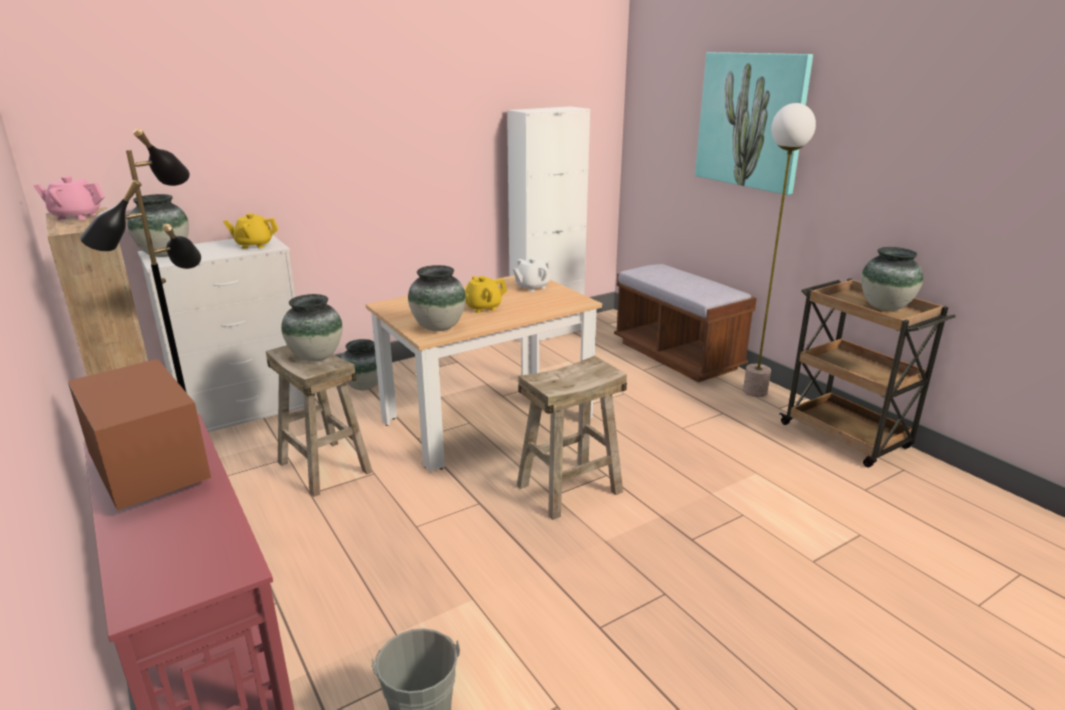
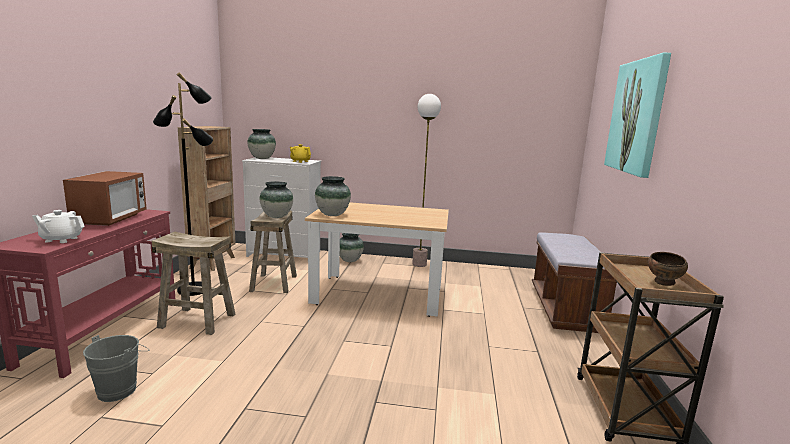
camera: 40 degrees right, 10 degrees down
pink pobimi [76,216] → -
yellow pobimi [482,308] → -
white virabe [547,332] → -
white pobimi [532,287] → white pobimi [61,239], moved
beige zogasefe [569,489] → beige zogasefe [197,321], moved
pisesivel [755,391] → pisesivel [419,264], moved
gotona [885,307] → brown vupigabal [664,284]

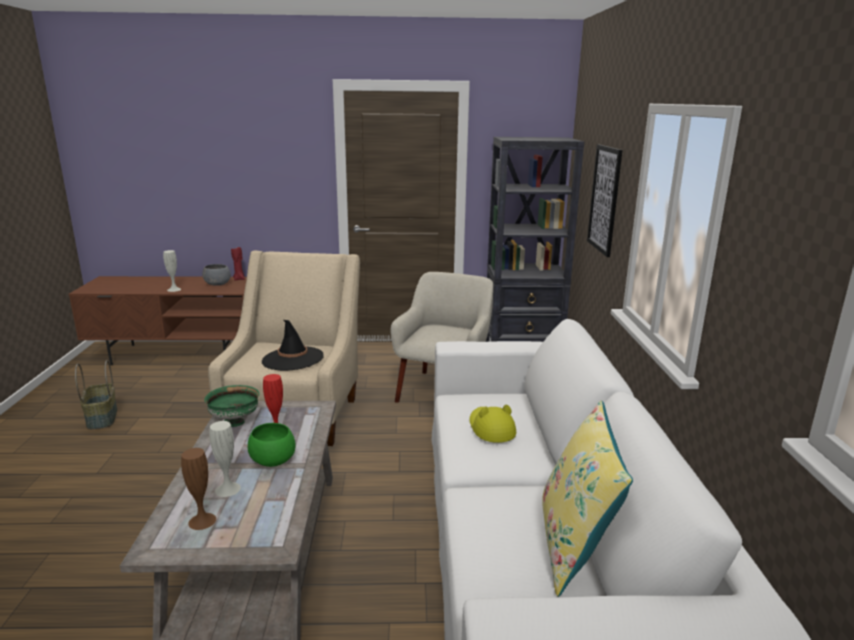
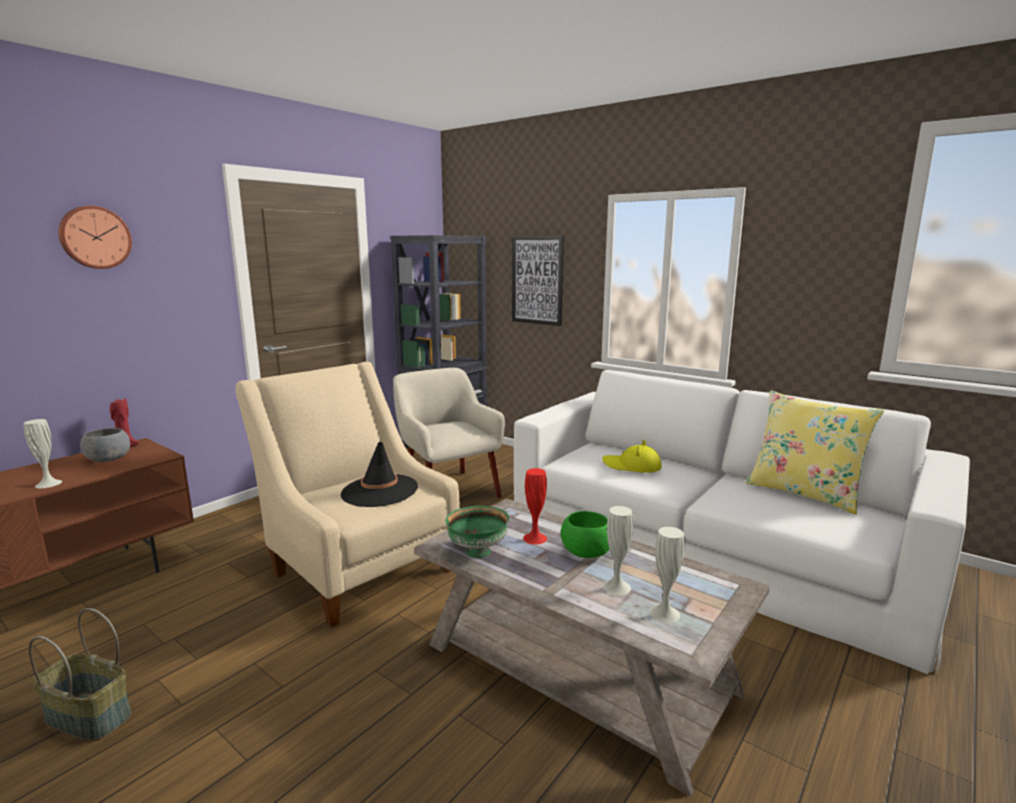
camera: 50 degrees left, 5 degrees down
- → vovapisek [95,237]
brown gotona [202,521] → white gotona [664,613]

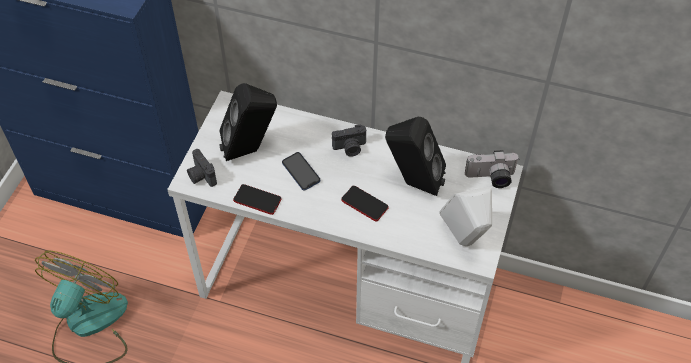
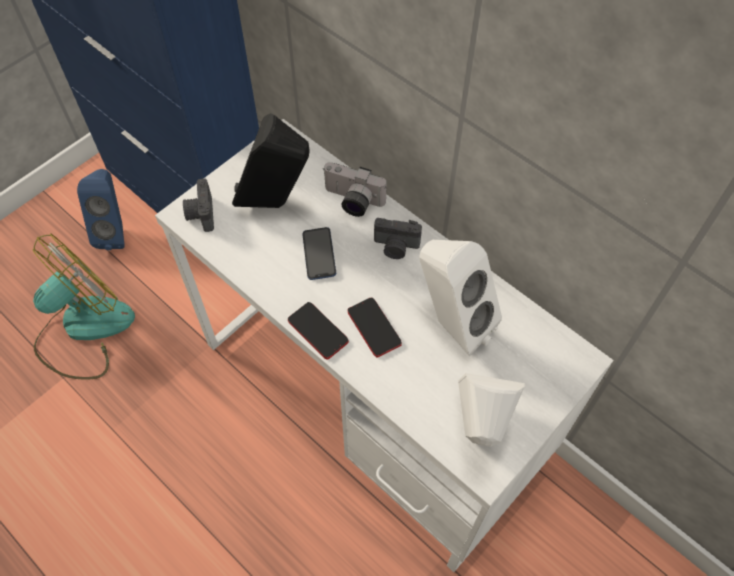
camera: 25 degrees right, 5 degrees up
- → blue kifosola [116,232]
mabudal [257,200] → mabudal [318,331], moved
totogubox [491,178] → totogubox [352,201], moved
black kifosola [413,182] → white kifosola [451,324]

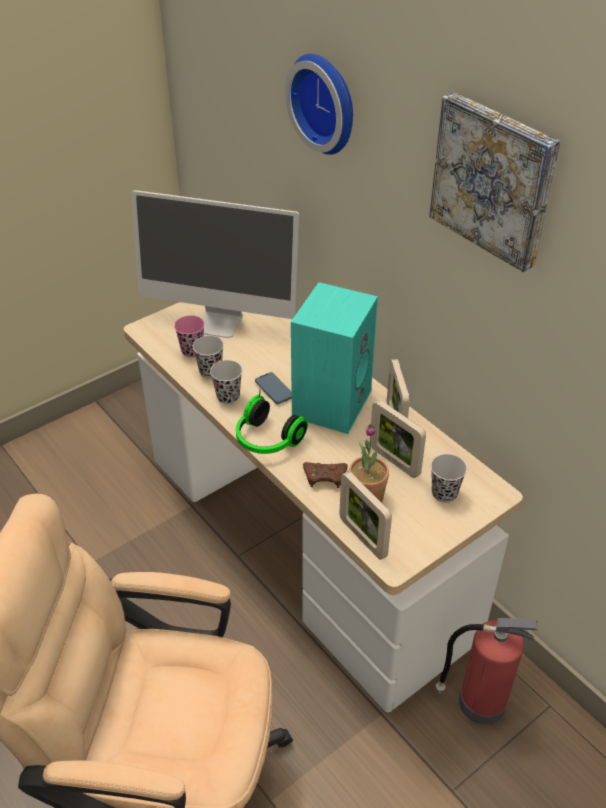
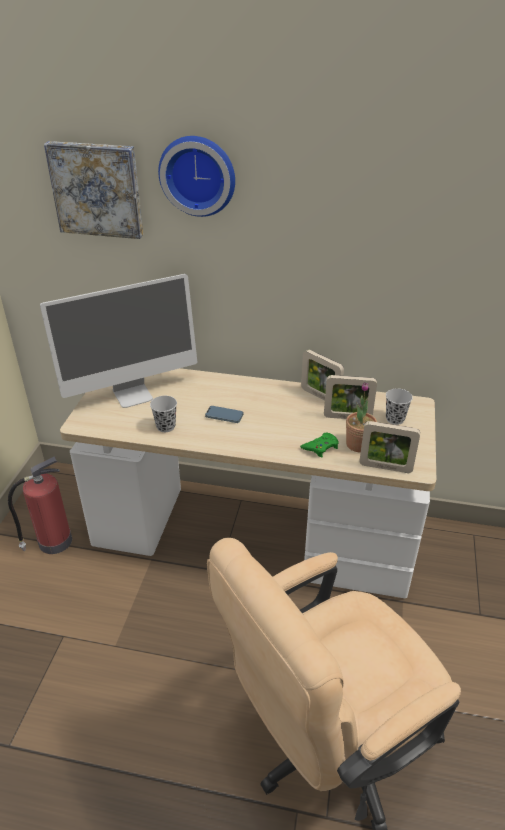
camera: 40 degrees left, 5 degrees down
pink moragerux [192,350] → -
black moragerux [228,396] → -
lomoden [266,440] → -
turquoise kifosola [331,402] → -
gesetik [494,180] → gesetik [97,189], moved
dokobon [479,702] → dokobon [53,542], moved
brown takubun [325,476] → green takubun [321,447]

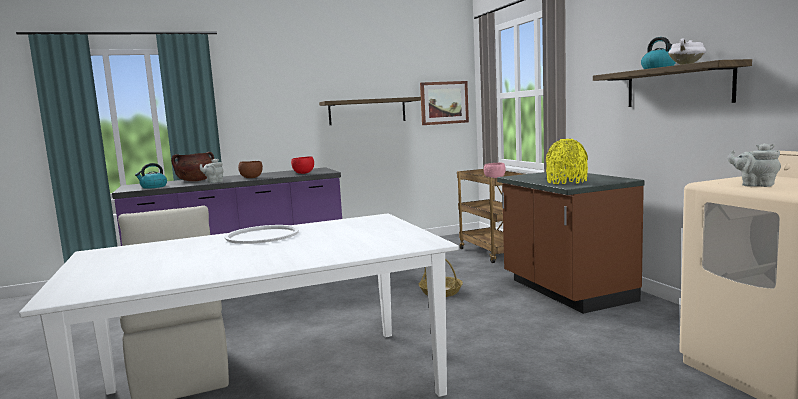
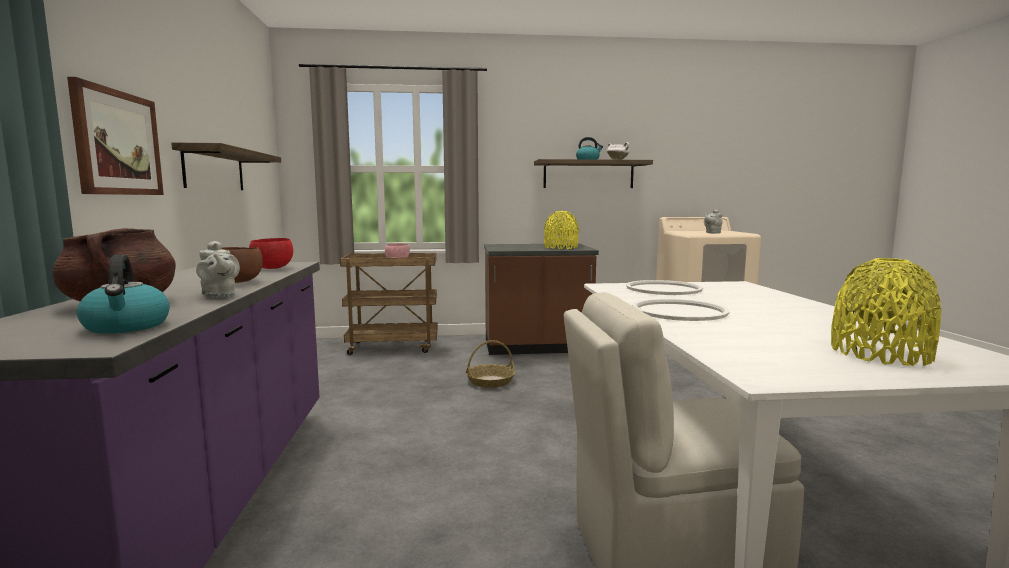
camera: 75 degrees left, 0 degrees up
- → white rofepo [663,289]
- → yellow gotona [880,354]
gesetik [444,103] → gesetik [117,143], moved

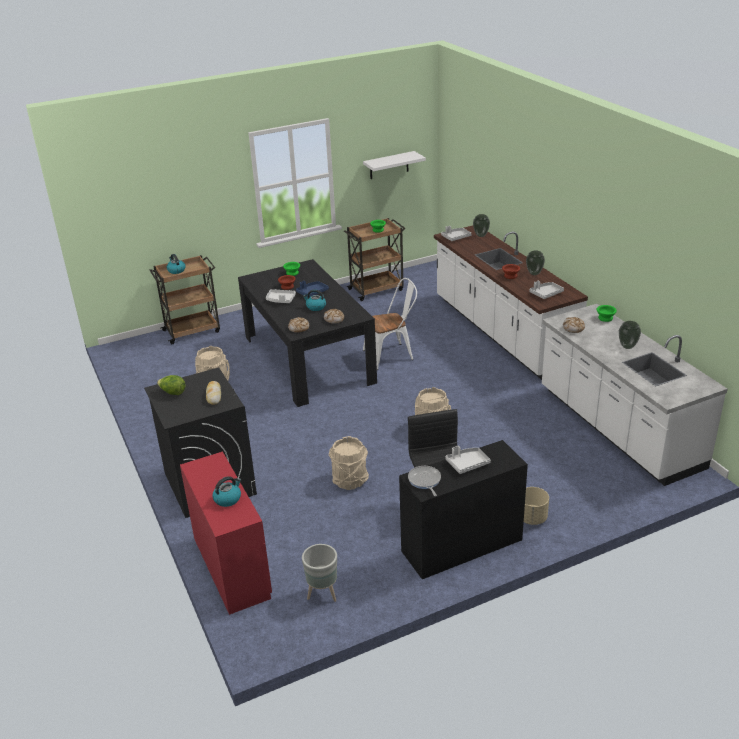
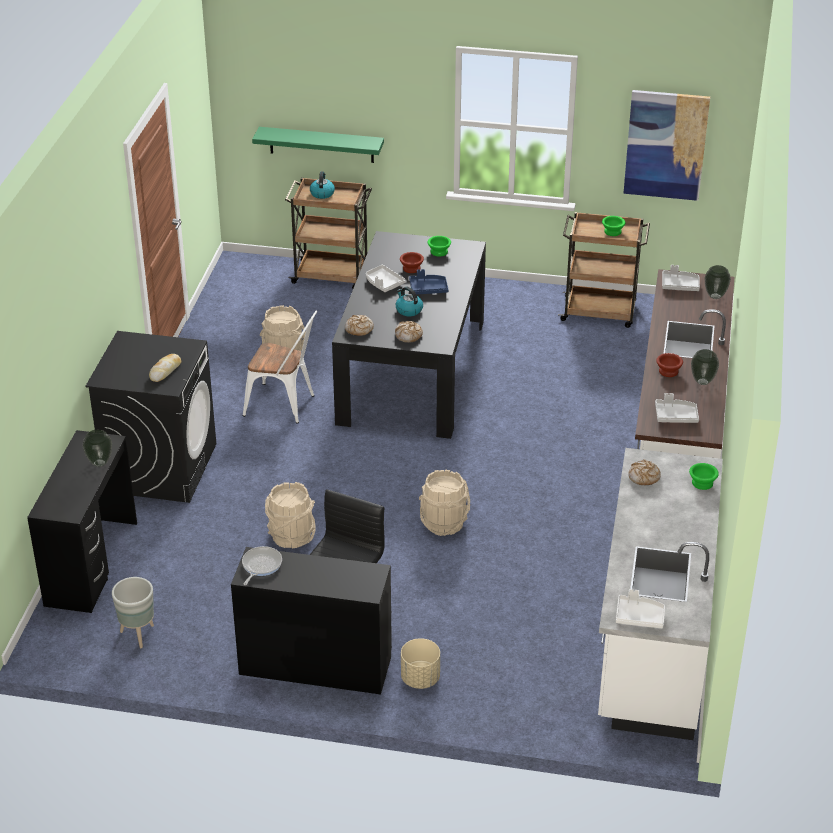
camera: 35 degrees right, 5 degrees up
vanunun [173,393] → -
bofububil [228,499] → -
- → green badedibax [321,144]
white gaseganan [392,355] → white gaseganan [285,405], moved
white rofepo [467,464] → white rofepo [639,617], moved
gotona [627,347] → gotona [99,463], moved
white badedibax [389,165] → gesetik [666,145]
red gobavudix [231,567] → black gobavudix [91,563]

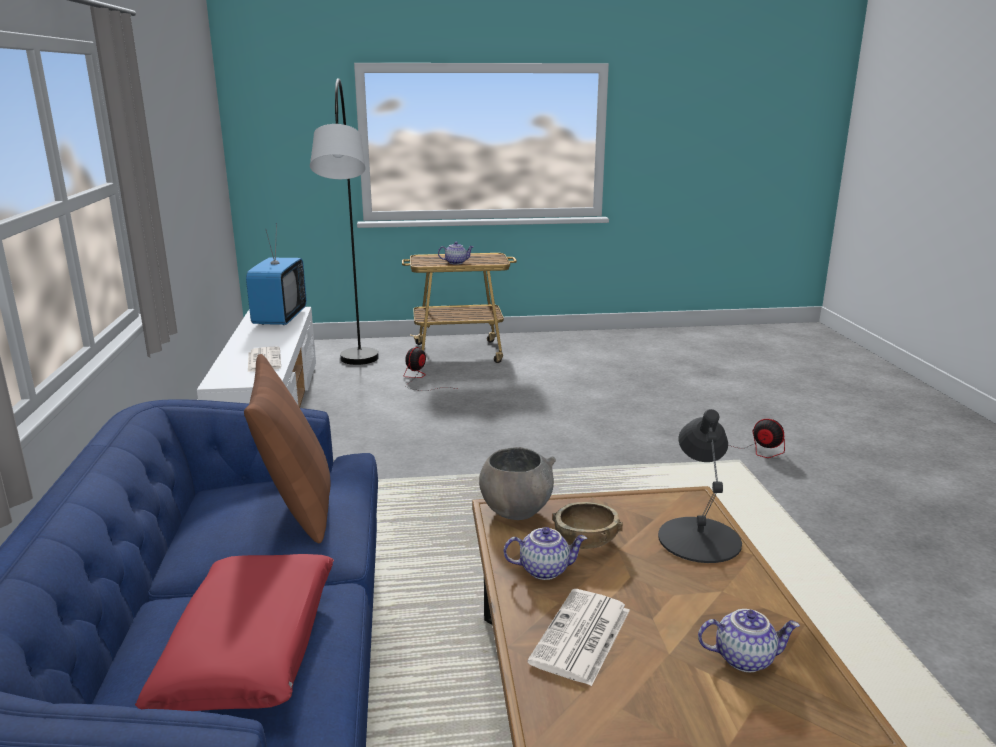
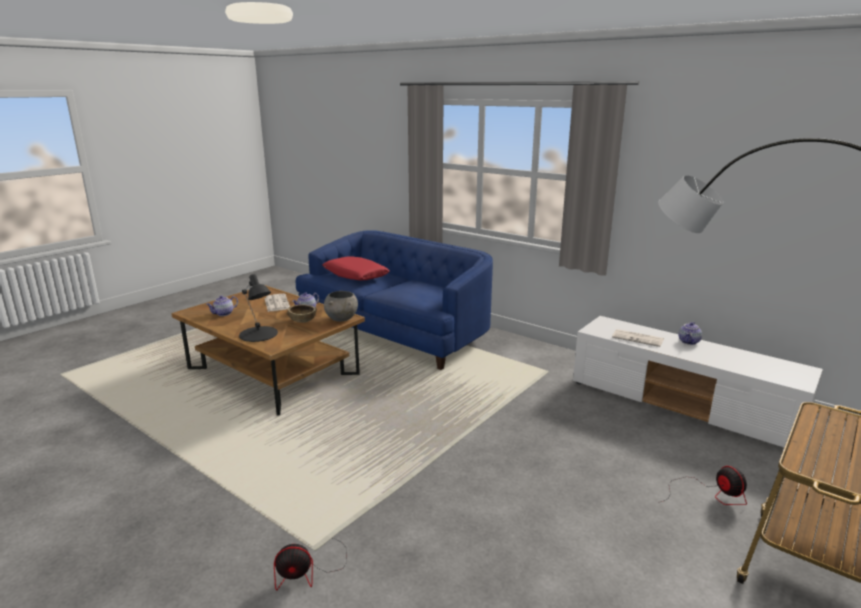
camera: 135 degrees right, 0 degrees up
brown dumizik [298,506] → -
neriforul [280,318] → -
pobimi [456,262] → pobimi [689,342], moved

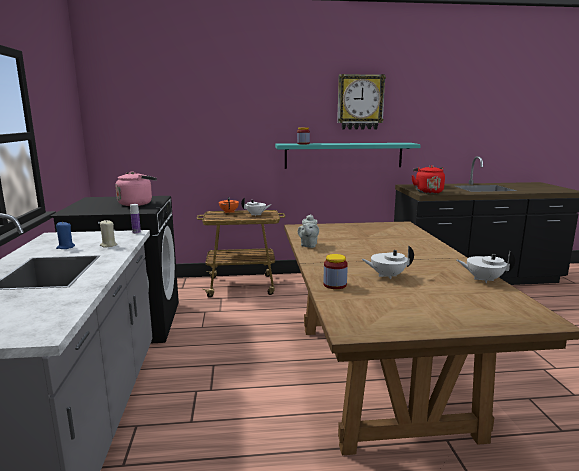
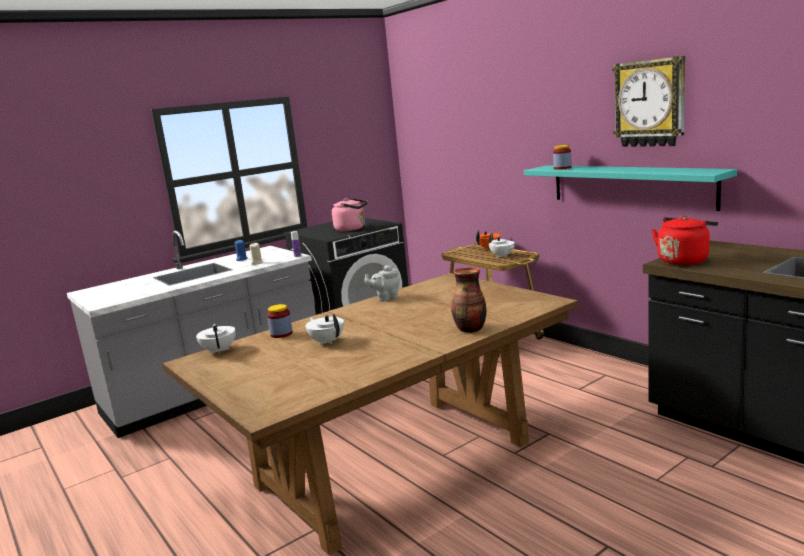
camera: 60 degrees right, 0 degrees up
- → gotona [470,329]
white pobimi [483,279] → white pobimi [219,350], moved

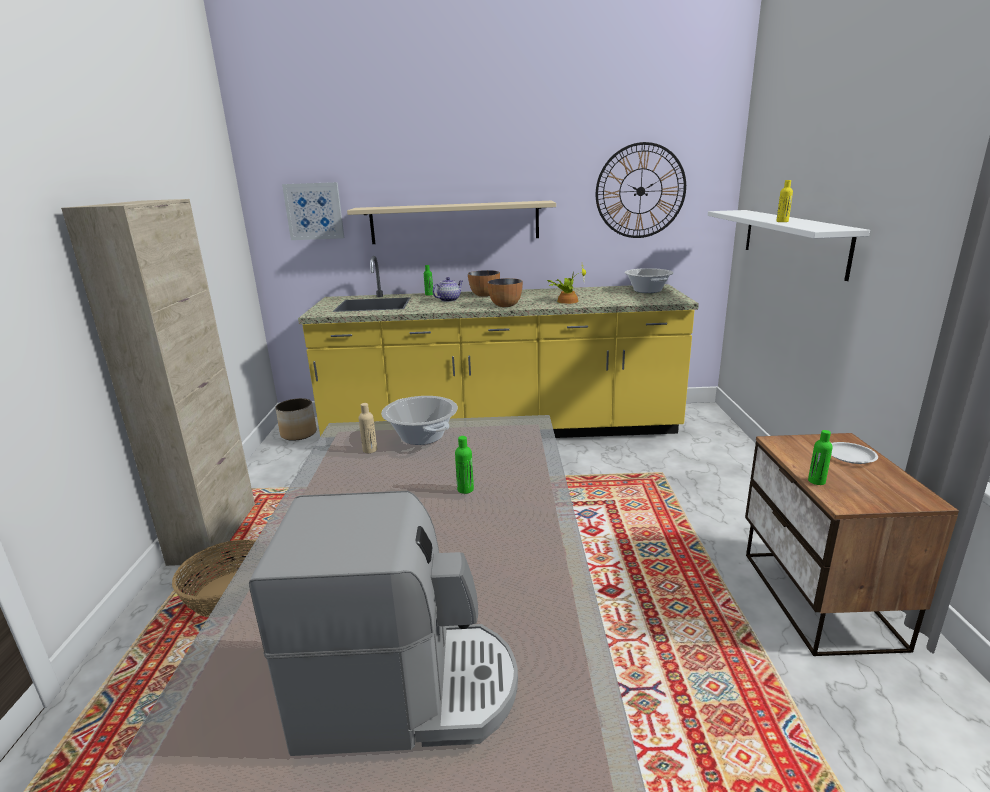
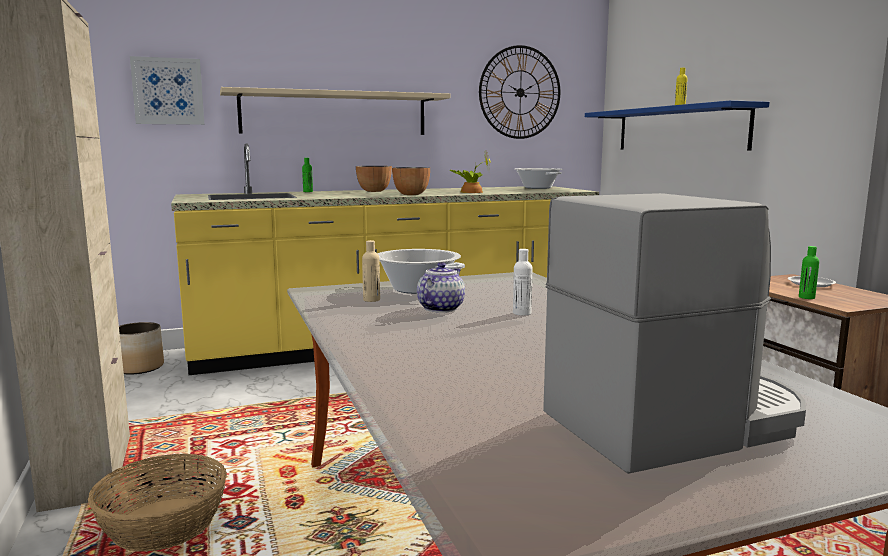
camera: 20 degrees left, 10 degrees down
pobimi [449,300] → pobimi [441,308], moved
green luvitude [465,489] → white luvitude [522,313]
white badedibax [792,240] → blue badedibax [679,129]

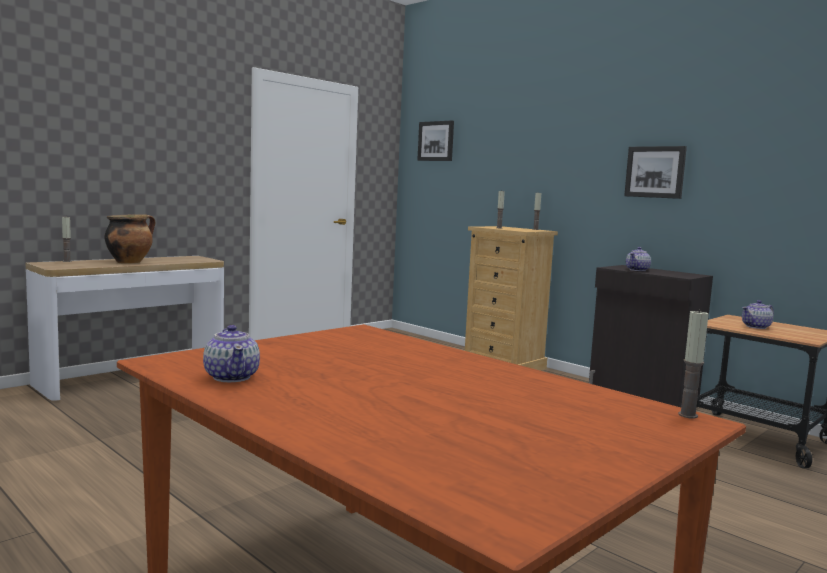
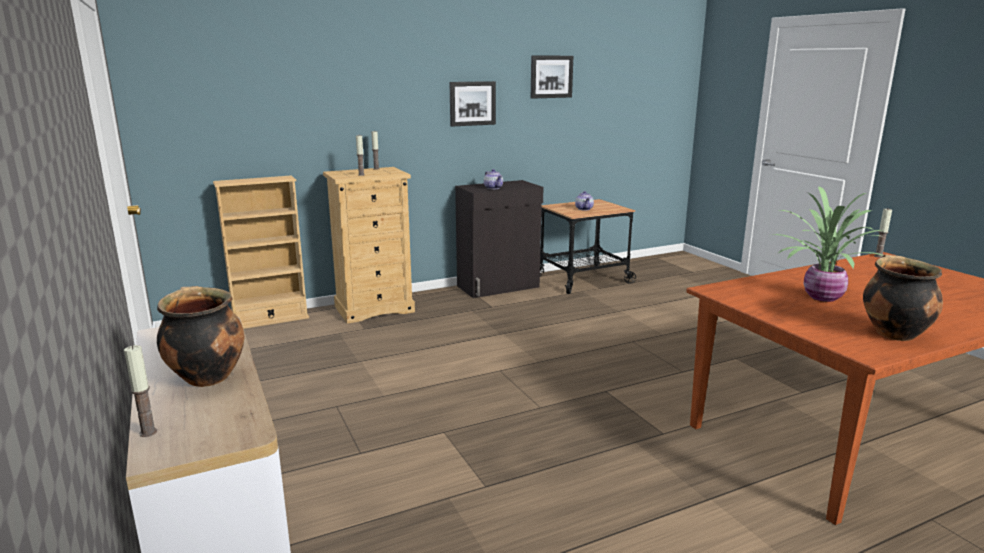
camera: 70 degrees left, 10 degrees up
- → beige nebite [270,320]
- → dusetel [821,296]
gesetik [436,141] → gesetik [551,76], moved
pobimi [232,377] → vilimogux [892,333]

